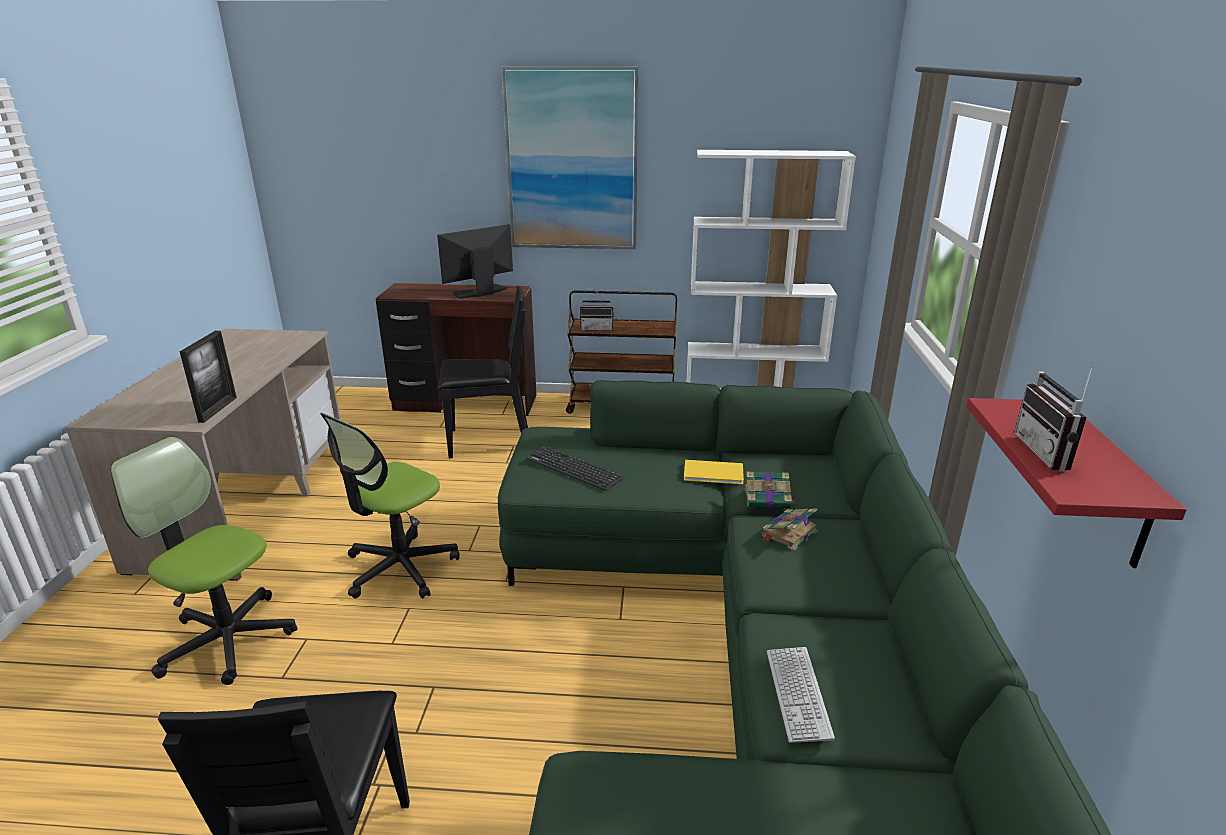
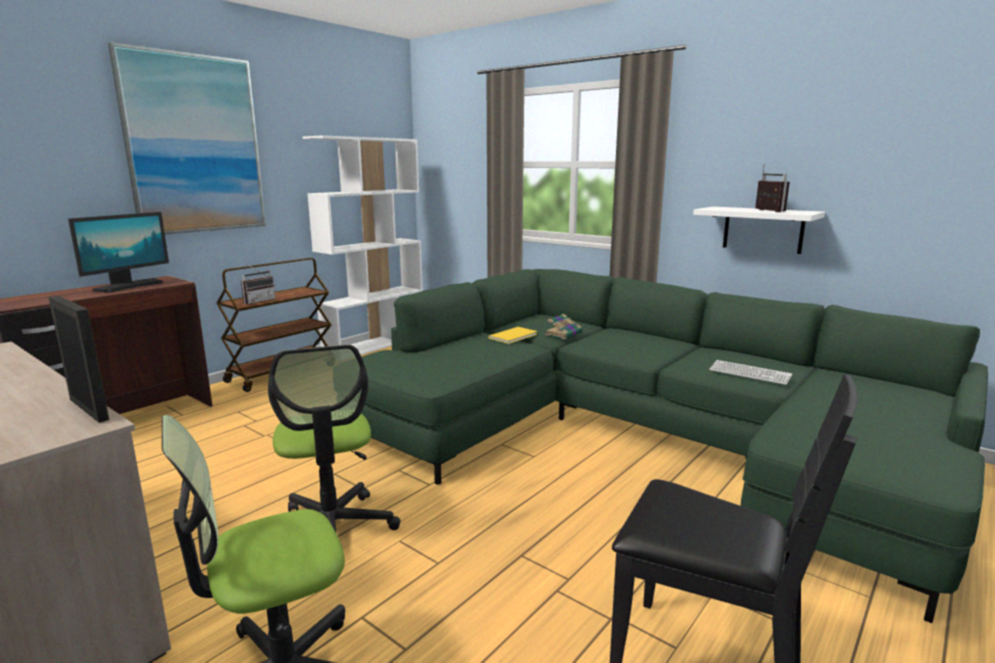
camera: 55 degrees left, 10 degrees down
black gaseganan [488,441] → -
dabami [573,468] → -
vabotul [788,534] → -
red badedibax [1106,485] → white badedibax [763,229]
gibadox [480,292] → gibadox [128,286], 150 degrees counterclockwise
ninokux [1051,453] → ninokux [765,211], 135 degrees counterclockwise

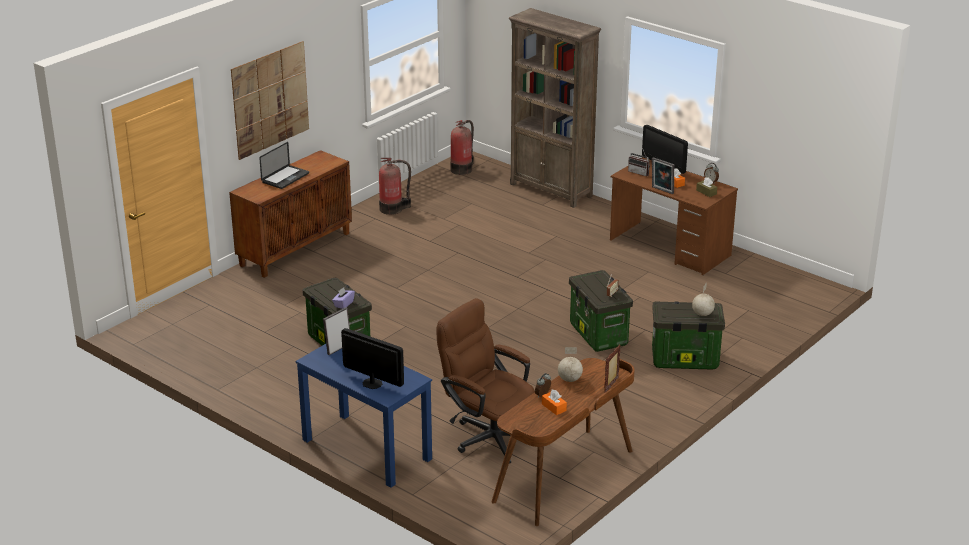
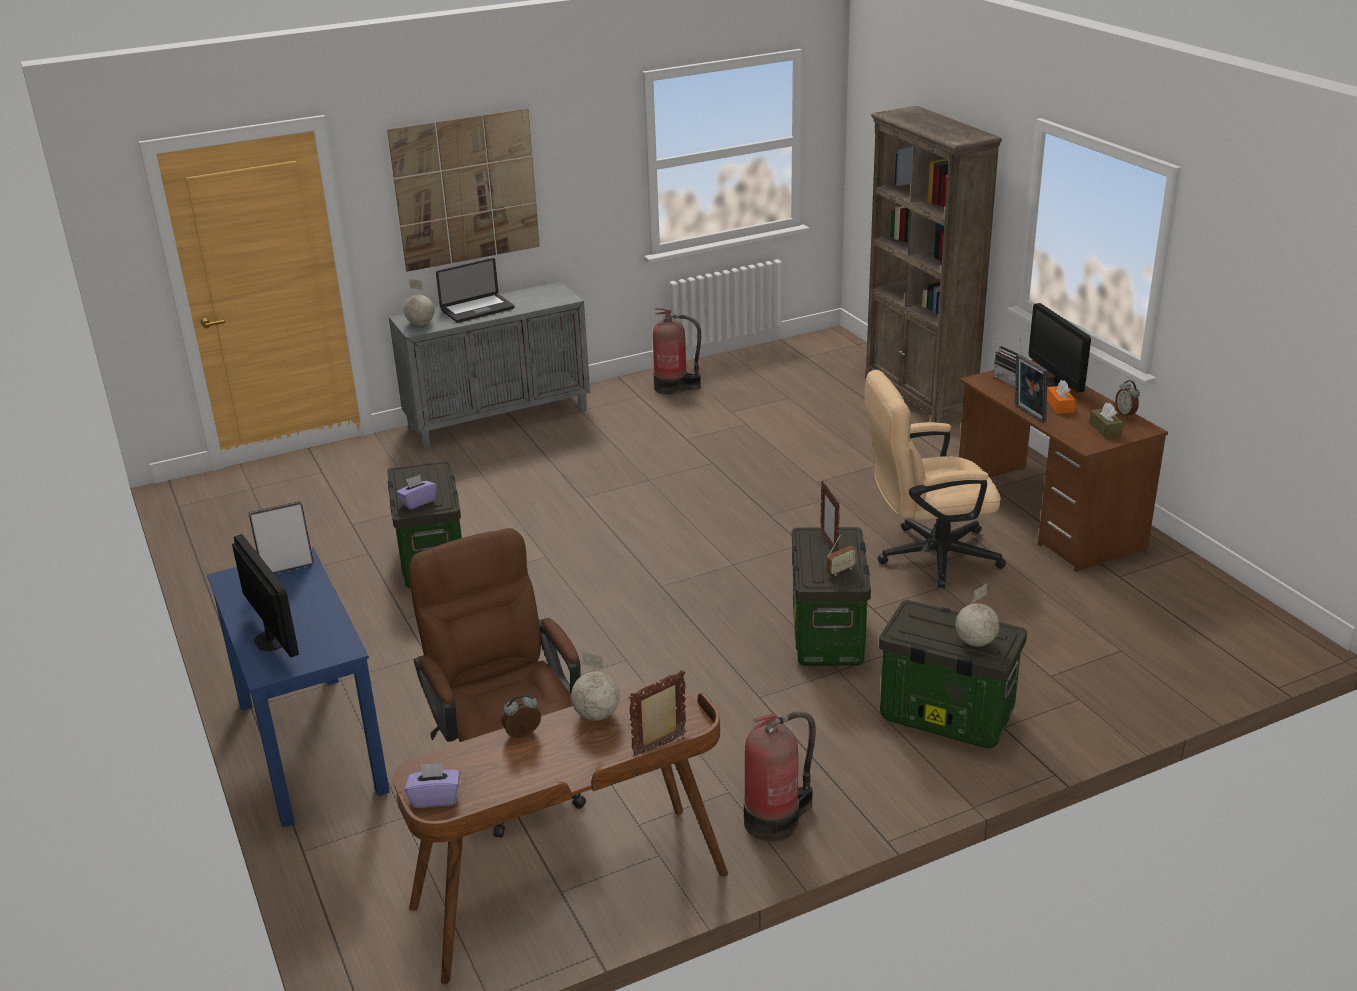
camera: 25 degrees right, 0 degrees up
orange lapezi [554,407] → -
- → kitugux [421,324]
- → purple lapezi [435,798]
- → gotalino [829,545]
- → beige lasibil [927,556]
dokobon [462,169] → dokobon [775,820], moved
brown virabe [295,249] → grey virabe [499,418]

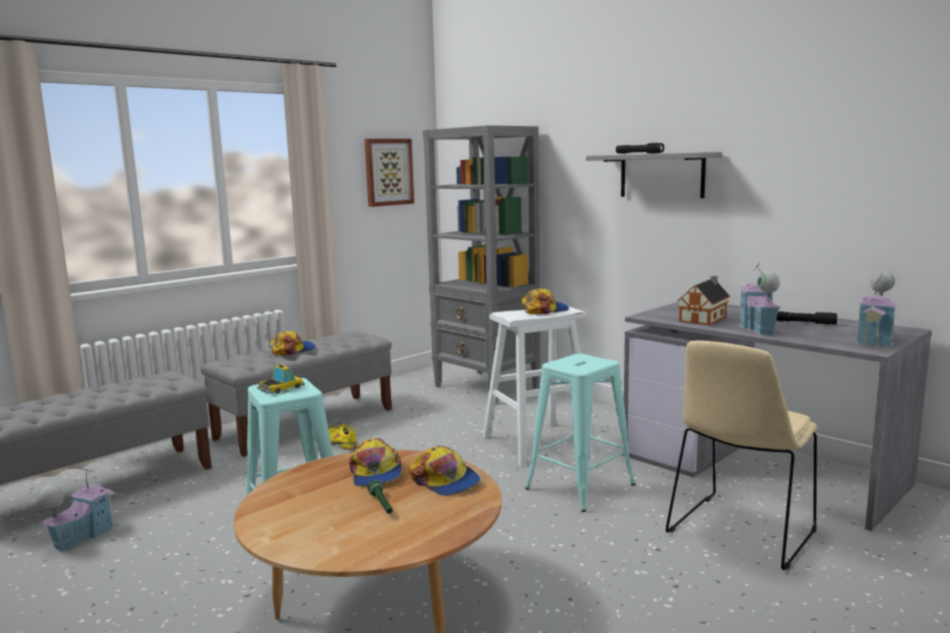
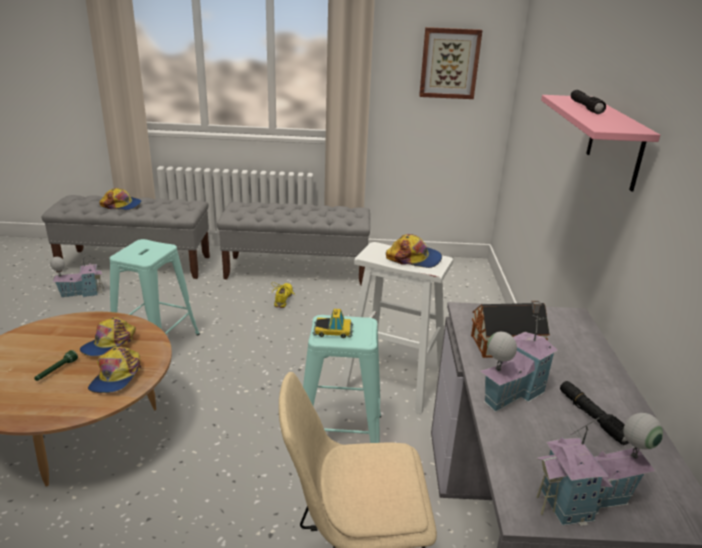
camera: 45 degrees right, 15 degrees up
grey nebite [487,387] → -
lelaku [281,388] → lelaku [333,330], moved
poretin [292,350] → poretin [121,205], moved
grey badedibax [661,175] → pink badedibax [615,142]

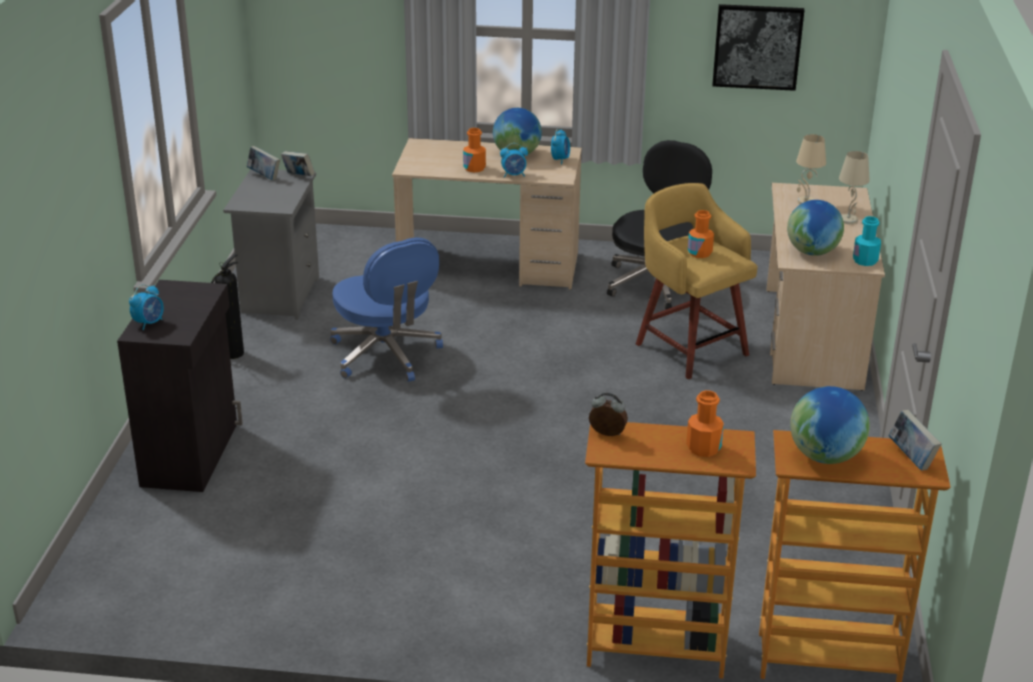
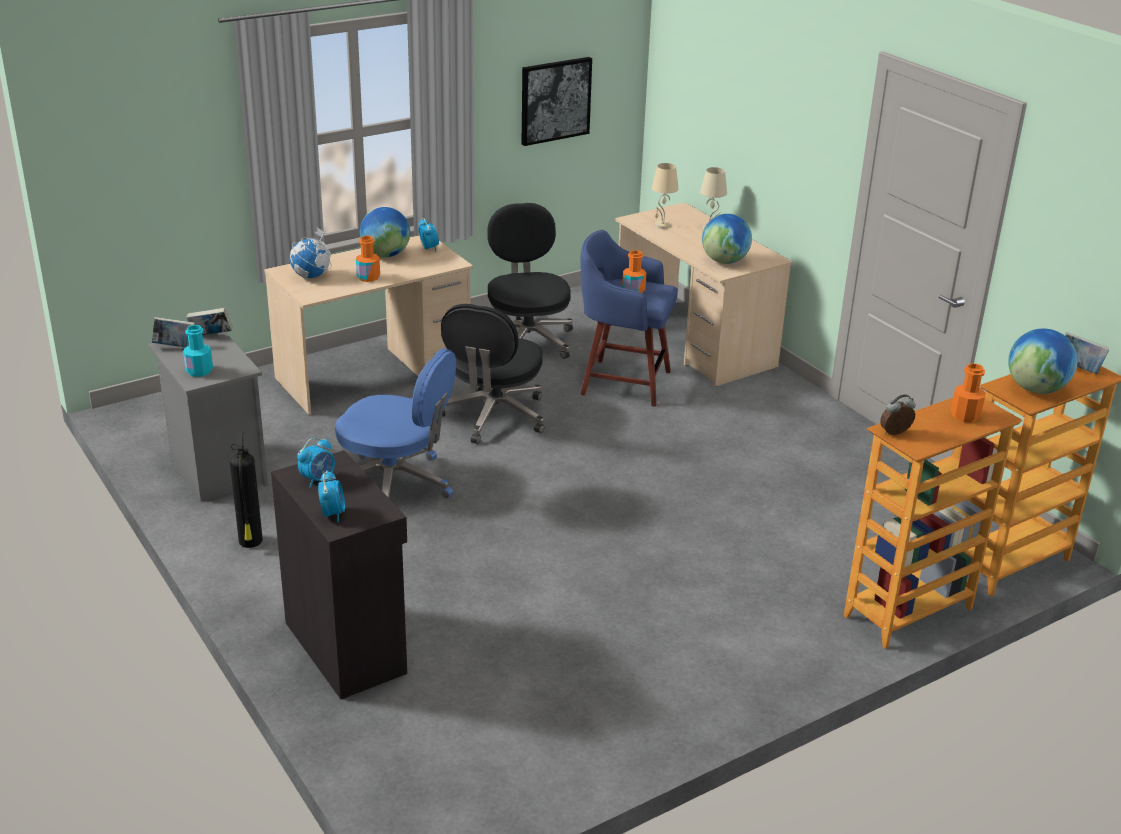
camera: 40 degrees left, 0 degrees up
- → kitugux [311,276]
- → black lasibil [493,417]
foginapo [514,175] → foginapo [318,479], moved
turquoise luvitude [865,261] → turquoise luvitude [199,371], moved
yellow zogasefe [689,347] → blue zogasefe [622,382]

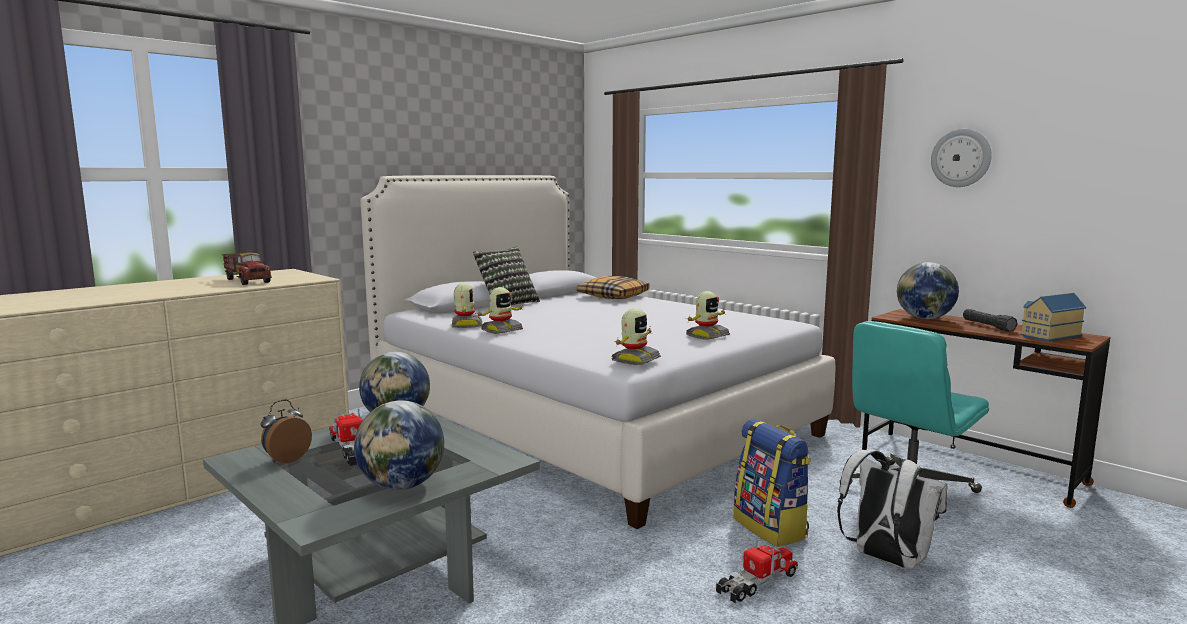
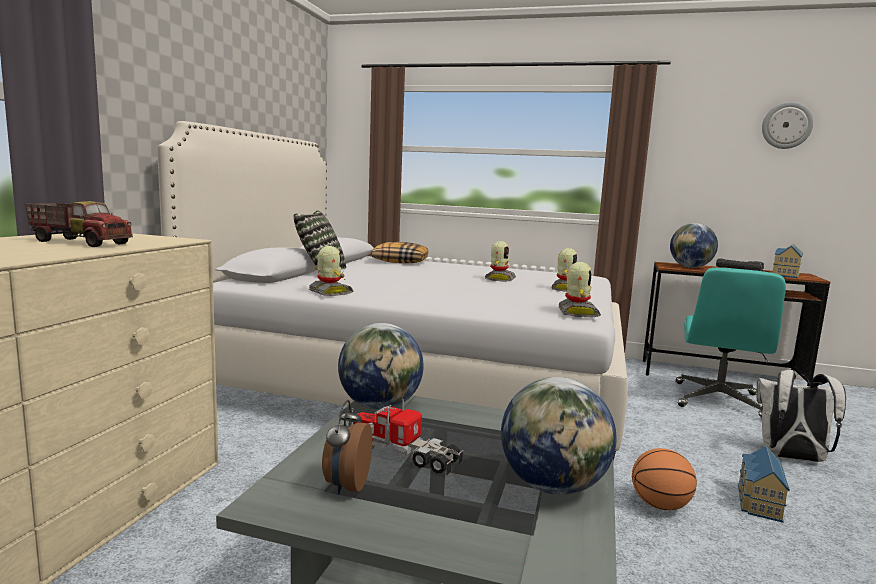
camera: 30 degrees left, 0 degrees up
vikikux [771,528] → -
- → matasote [660,506]
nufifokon [501,330] → nufifokon [499,279], moved
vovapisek [961,158] → vovapisek [786,125], moved
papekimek [757,583] → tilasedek [757,502]

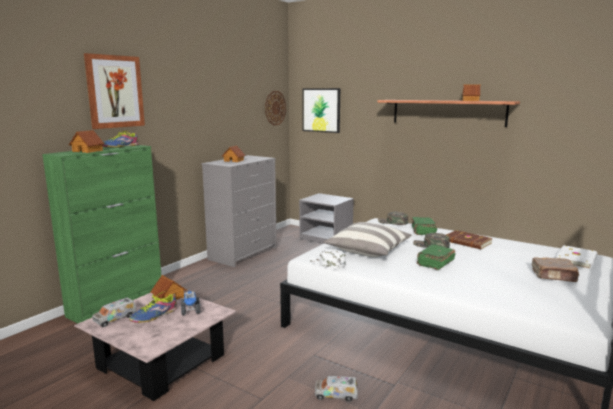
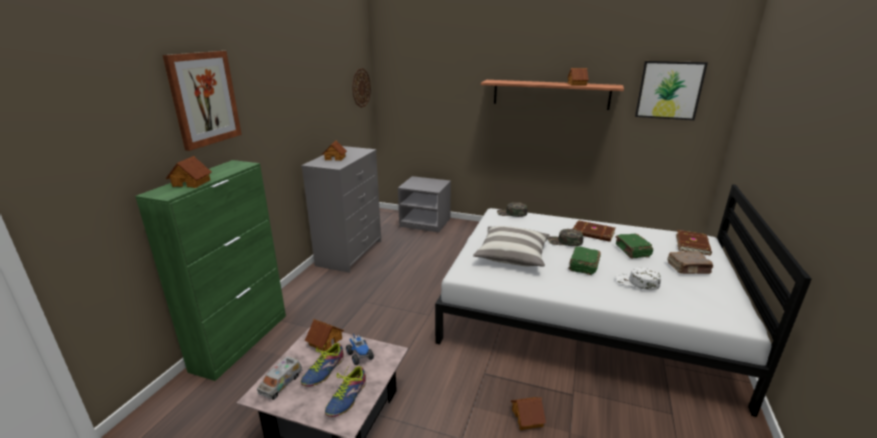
camera: 15 degrees left, 10 degrees up
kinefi [120,146] → kinefi [347,397], moved
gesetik [321,110] → gesetik [669,90], moved
white poretin [327,263] → white poretin [637,282], moved
green vabotul [423,231] → green vabotul [632,251], moved
papekimek [336,395] → tilasedek [527,418]
white vabotul [577,259] → brown vabotul [693,244]

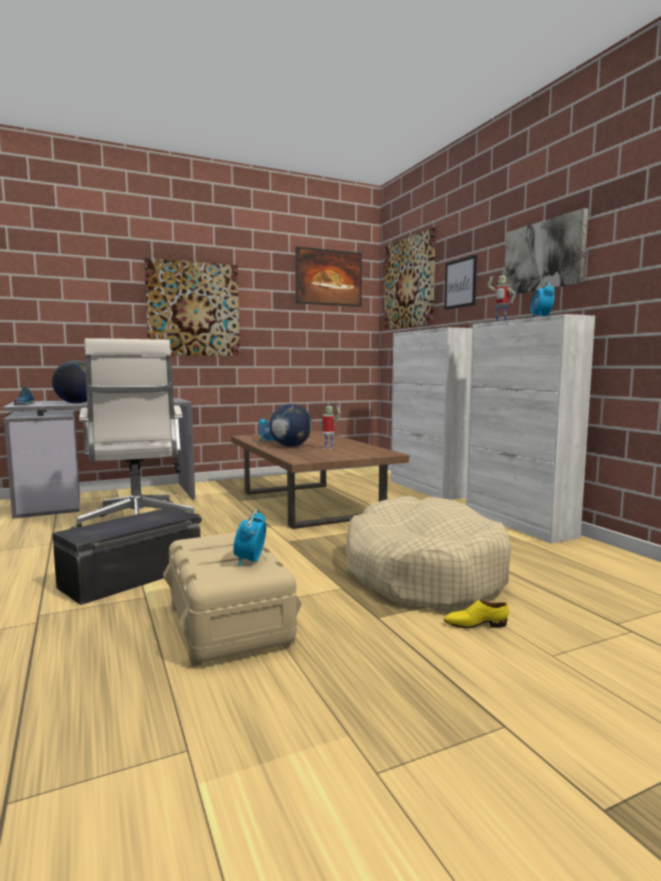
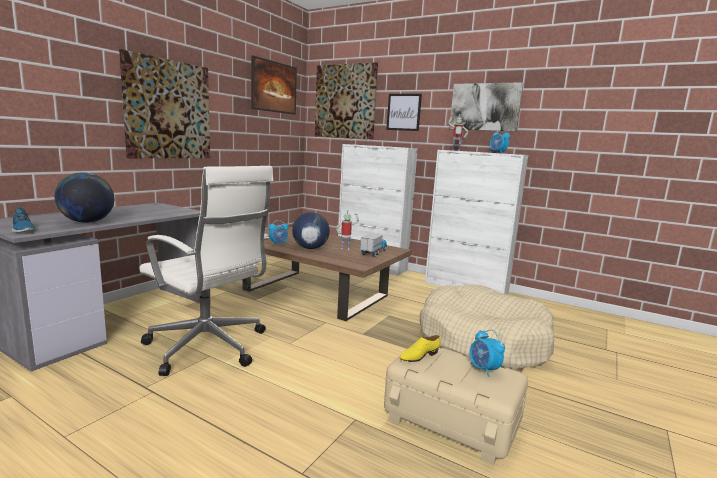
camera: 35 degrees left, 5 degrees up
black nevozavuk [133,576] → -
- → papekimek [373,252]
yellow kinefi [475,624] → yellow kinefi [419,356], moved

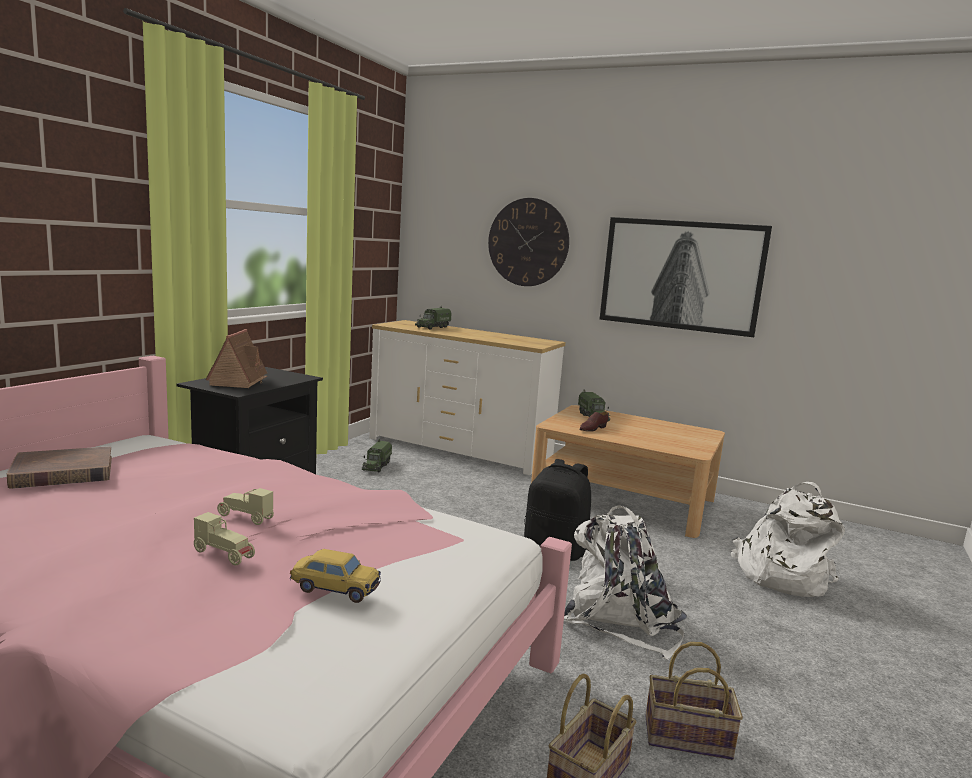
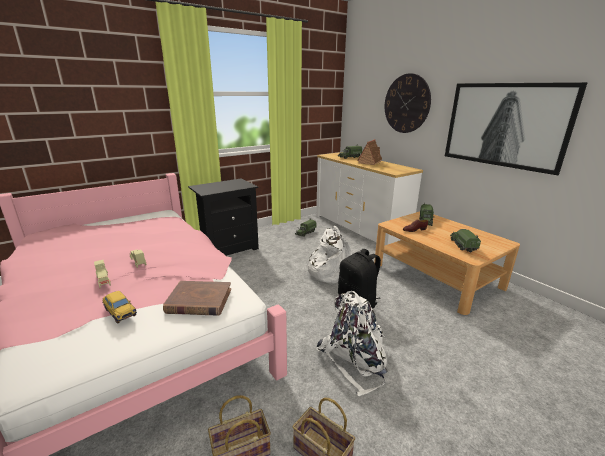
camera: 30 degrees right, 10 degrees up
- → papekimek [462,245]
brown vabotul [63,473] → brown vabotul [199,301], moved
tilasedek [238,381] → tilasedek [370,162], moved
white vikikux [780,576] → white vikikux [329,271], moved

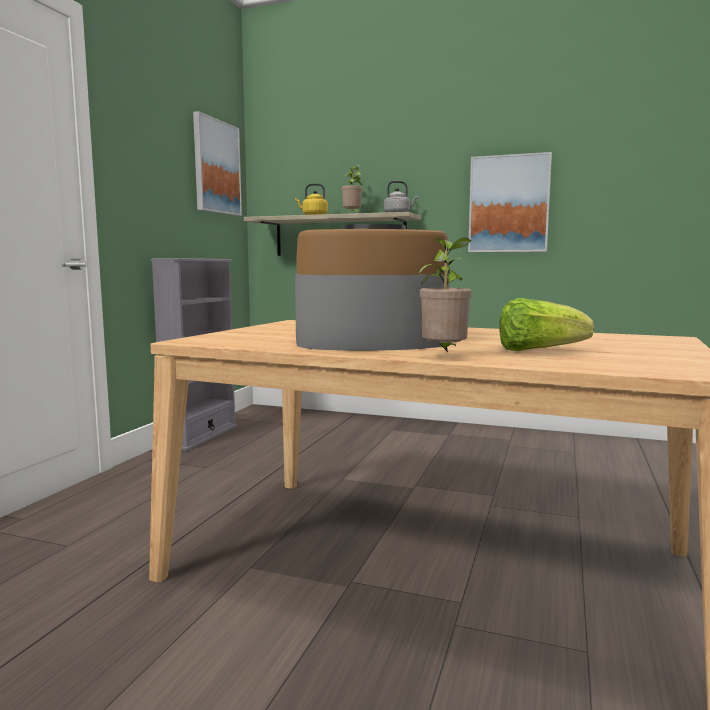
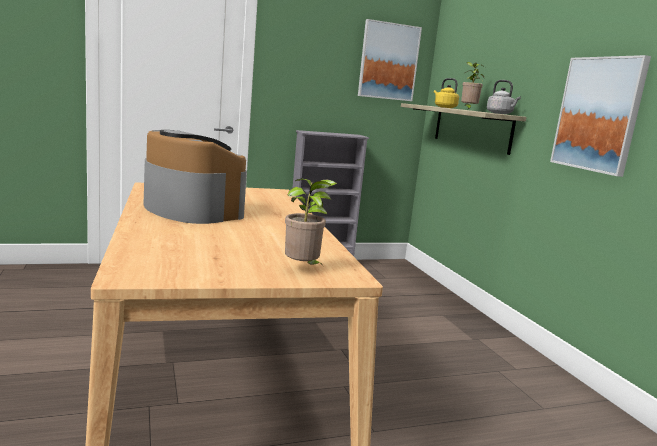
camera: 50 degrees right, 5 degrees up
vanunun [538,351] → -
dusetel [445,356] → dusetel [303,269], moved

